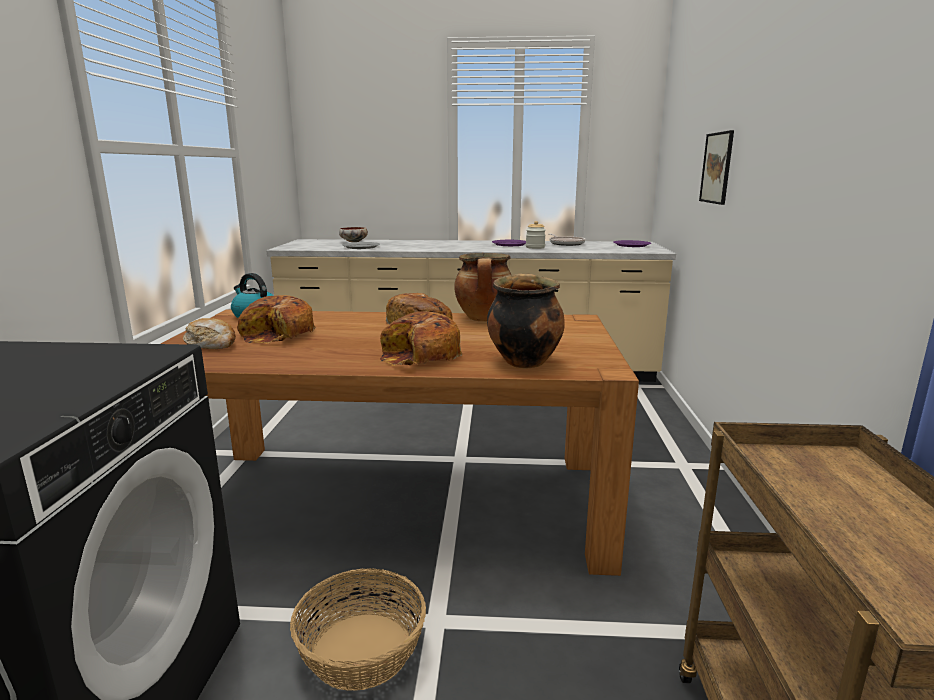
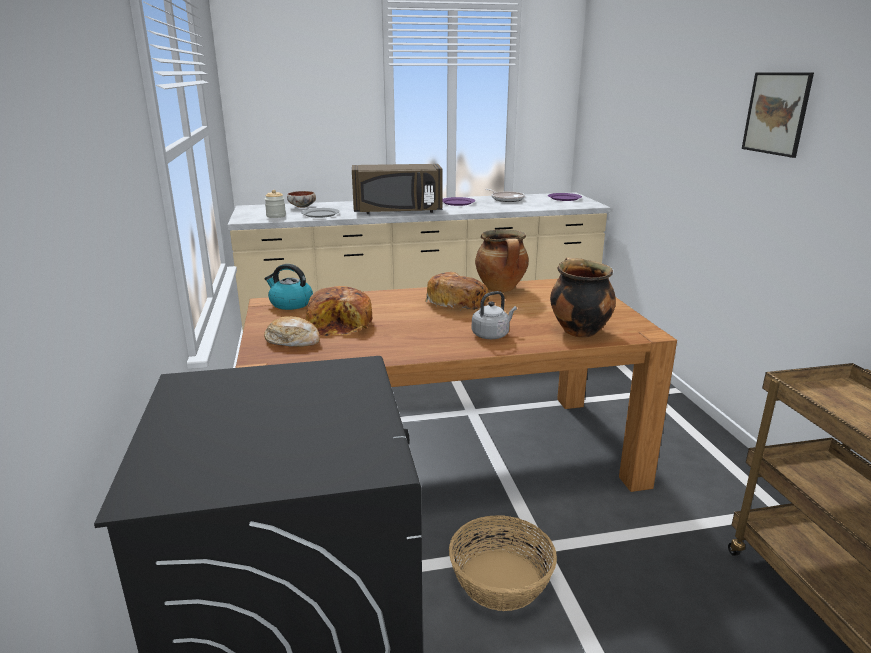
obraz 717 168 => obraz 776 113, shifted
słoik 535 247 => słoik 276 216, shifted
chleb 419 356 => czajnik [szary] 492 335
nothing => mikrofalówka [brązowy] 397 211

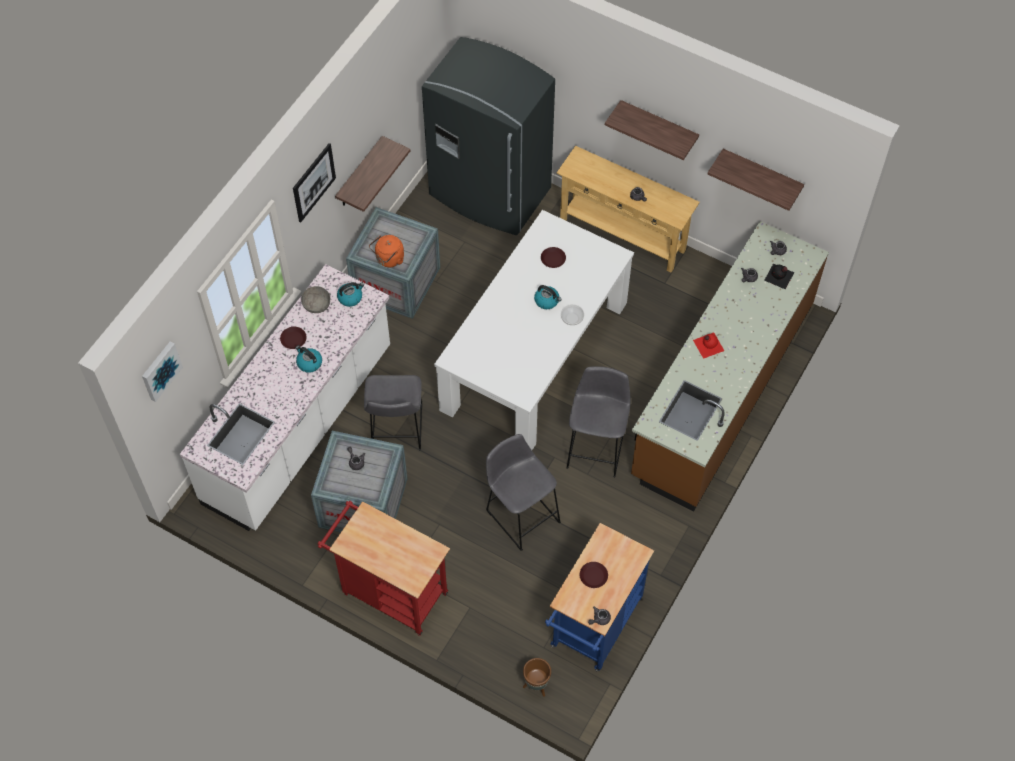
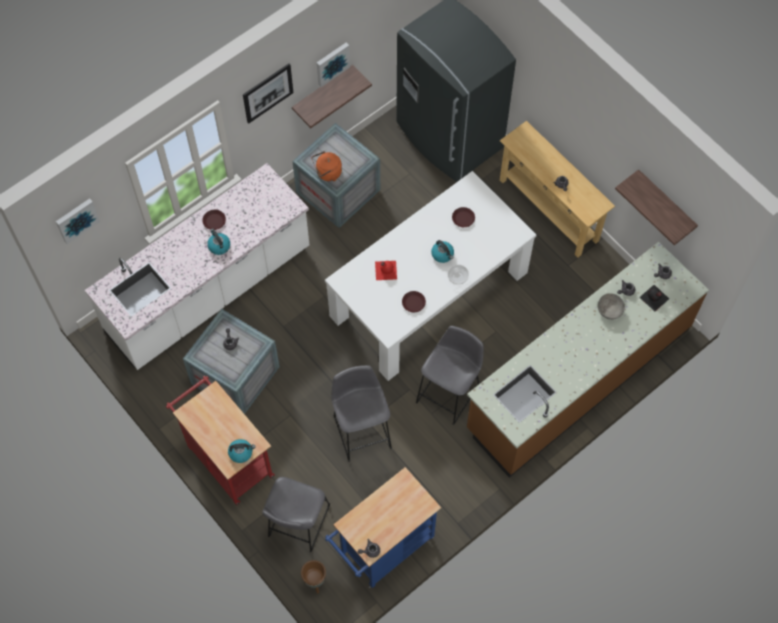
półka 658 126 => nothing
czajnik 350 297 => czajnik 241 452, shifted
miska [szary] 316 304 => miska [szary] 609 310, shifted
butelka [czerwony] 708 345 => butelka [czerwony] 385 270, shifted
stołek [szary] 396 430 => stołek [szary] 297 524, shifted
talerz [brązowy] 593 576 => talerz [brązowy] 413 302, shifted
nothing => obraz 332 63

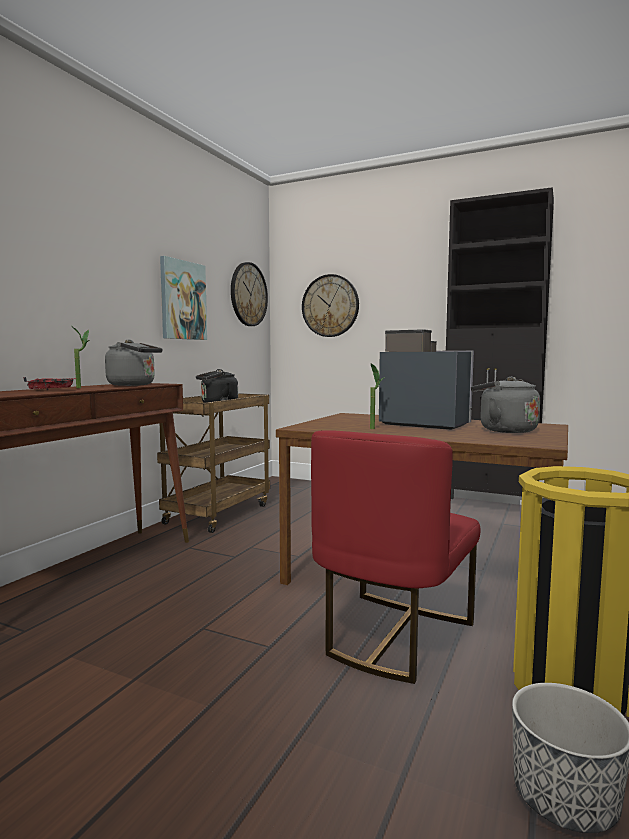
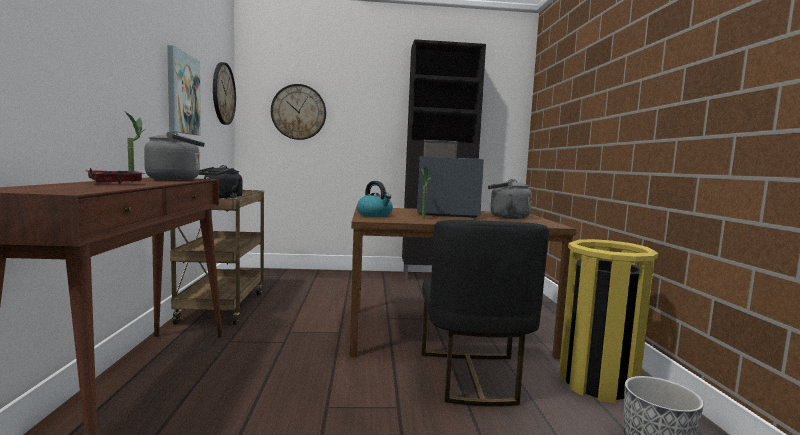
krzesło [czerwony] 392 636 => krzesło [czarny] 472 377
nothing => czajnik 375 215

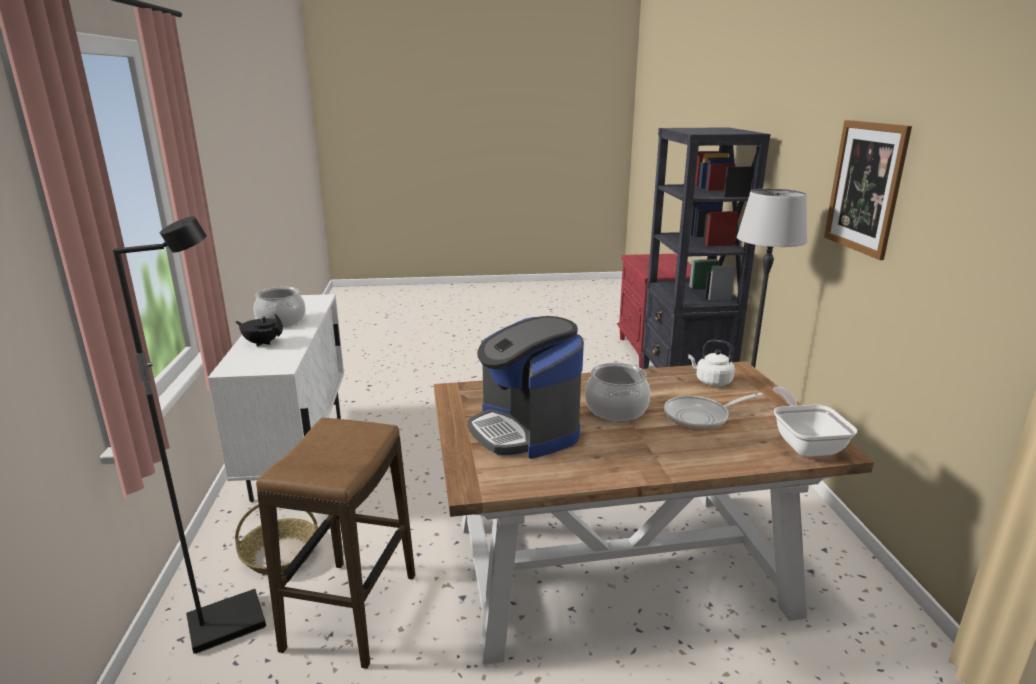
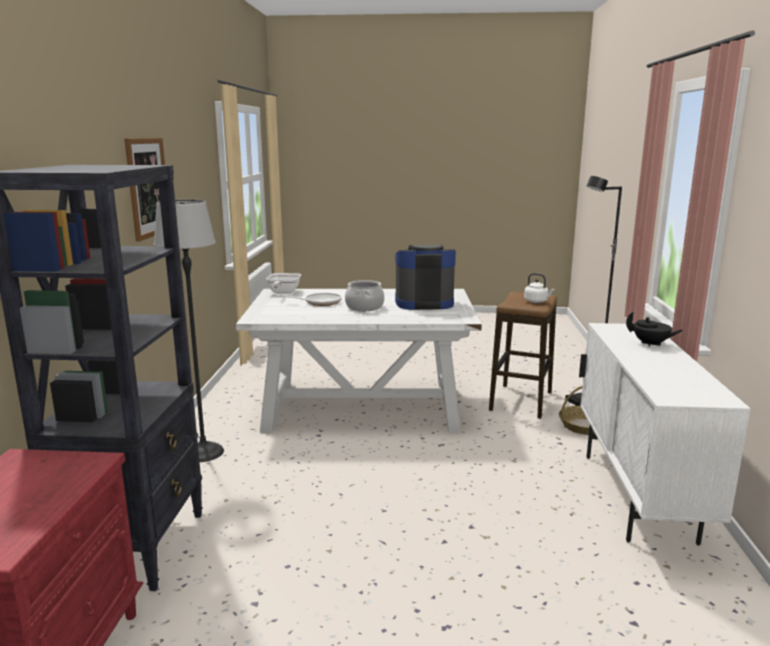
garnek 281 321 => nothing
ekspres do kawy 525 430 => ekspres do kawy 424 303, 75 degrees counterclockwise
czajnik [biały] 711 381 => czajnik [biały] 537 301, shifted
stół jadalny [brązowy] 619 565 => stół jadalny [biały] 361 405

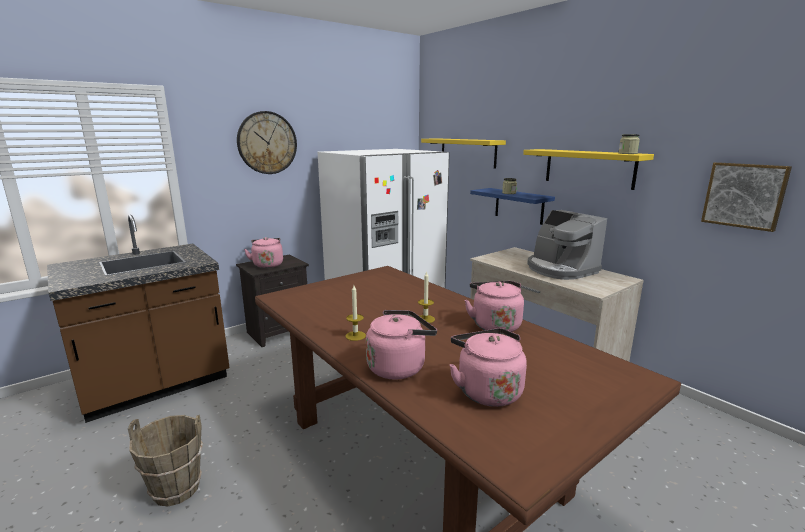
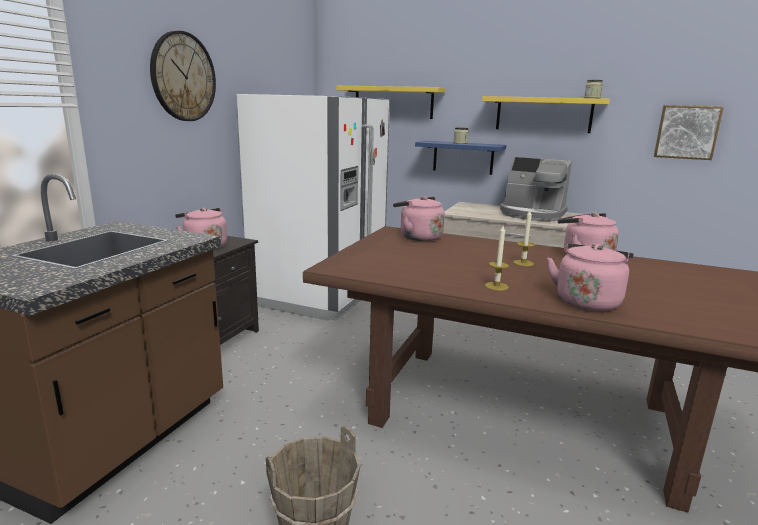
czajnik [różowy] 486 390 => czajnik [różowy] 418 237, shifted

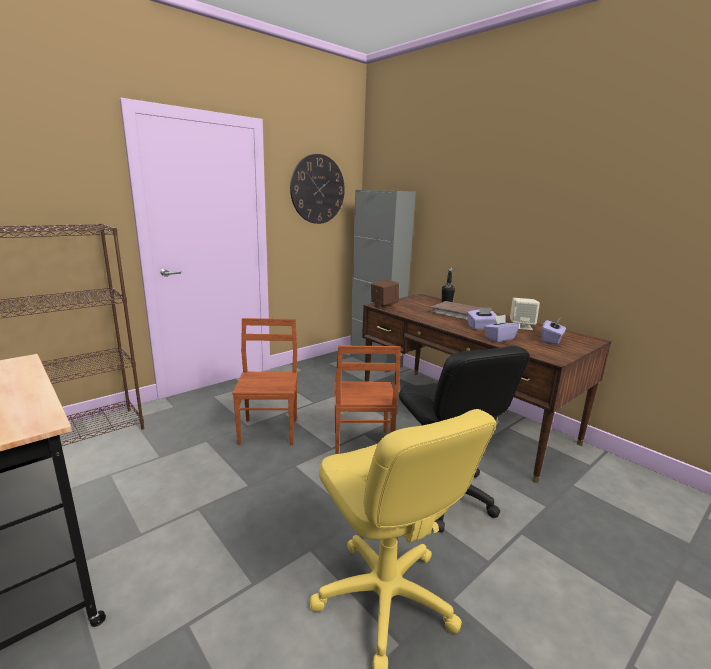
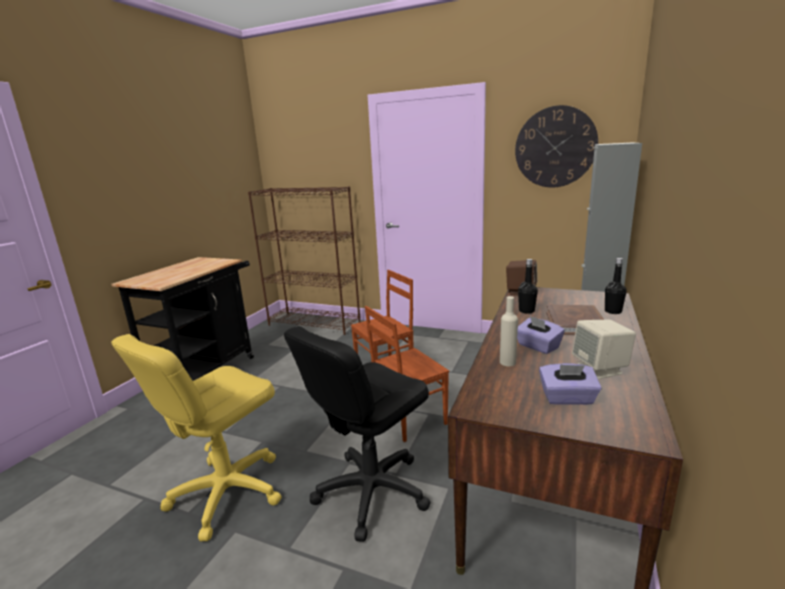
pudełko chusteczek [fioletowy] 499 338 => butelka [beżowy] 507 362
nothing => butelka [czarny] 526 311

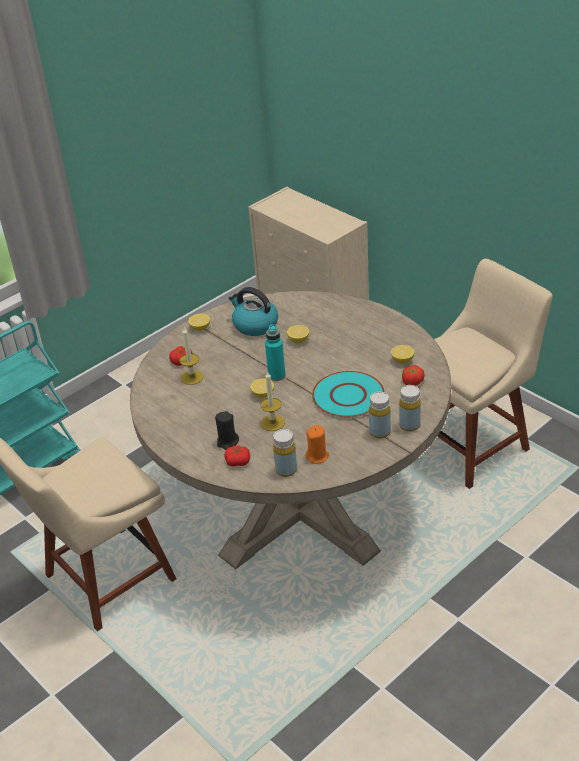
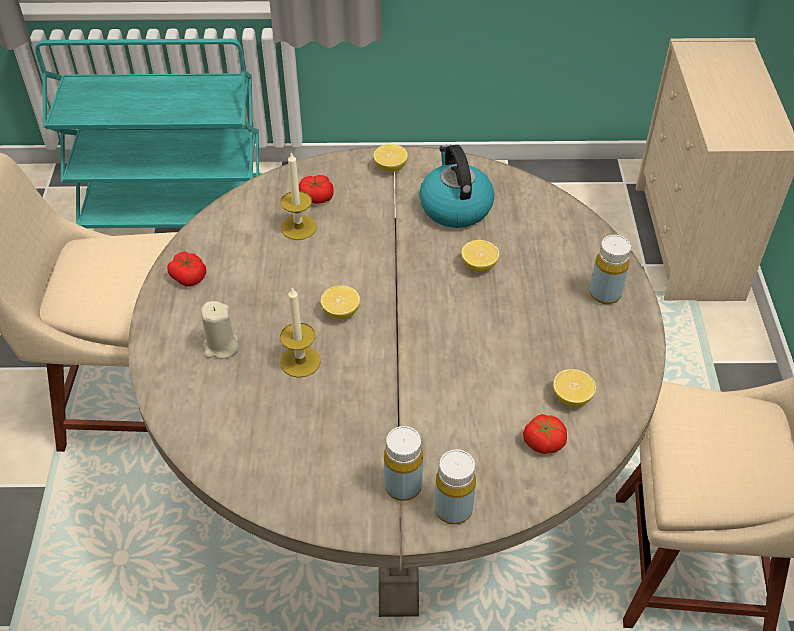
butelka [turkusowy] 276 375 => nothing
talerz [turkusowy] 348 396 => nothing
świeca [czarny] 227 442 => świeca [beżowy] 221 347
świeca [pomarańczowy] 317 456 => nothing
butelka [żółty] 286 470 => butelka [żółty] 605 294, shifted
pomidor 238 461 => pomidor 188 276, shifted

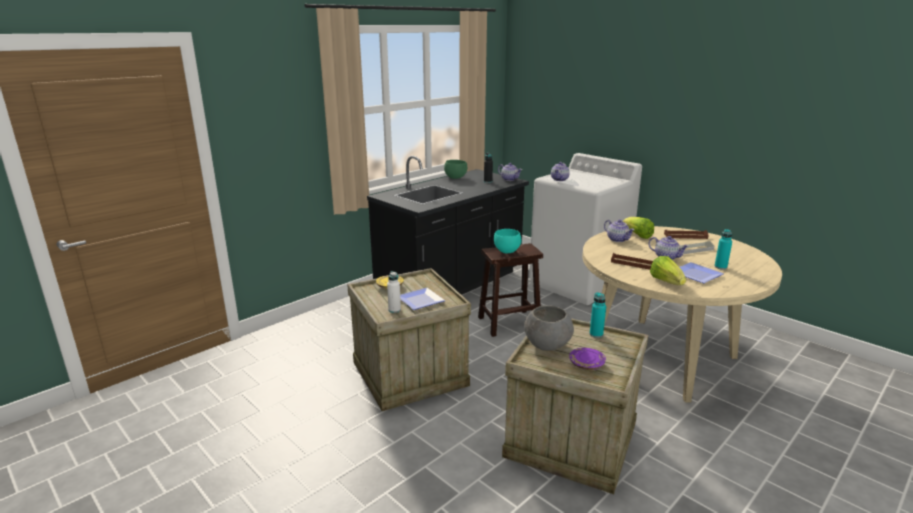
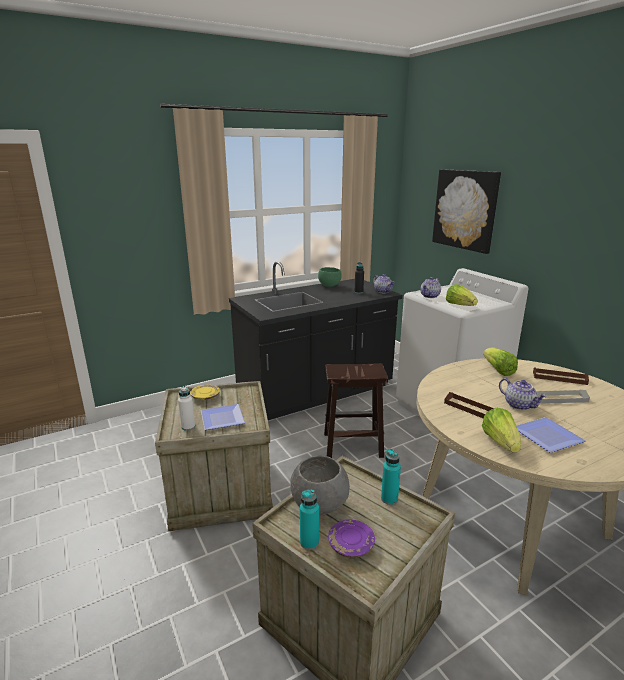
imbryk 618 239 => nothing
miska [turkusowy] 506 251 => nothing
butelka [turkusowy] 720 267 => butelka [turkusowy] 309 542, shifted
nothing => obraz 465 210
nothing => sałata 460 305

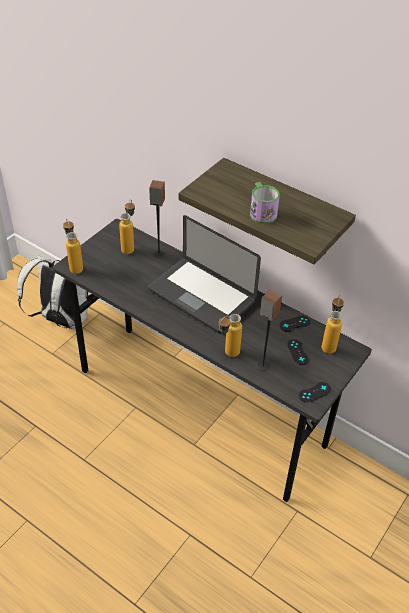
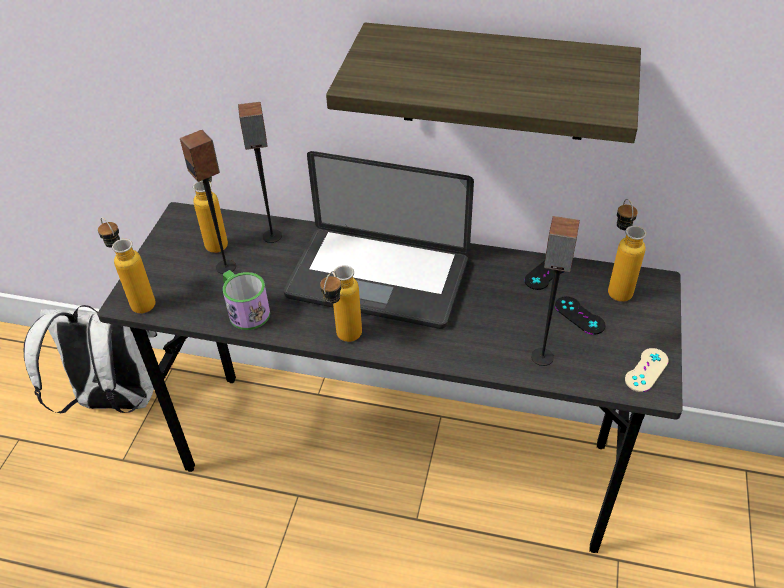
kubek 261 211 => kubek 245 310, shifted
butelka 227 355 => butelka 344 341, shifted
pad do gier [czarny] 314 392 => pad do gier [beżowy] 646 370
nothing => głośnik 226 267

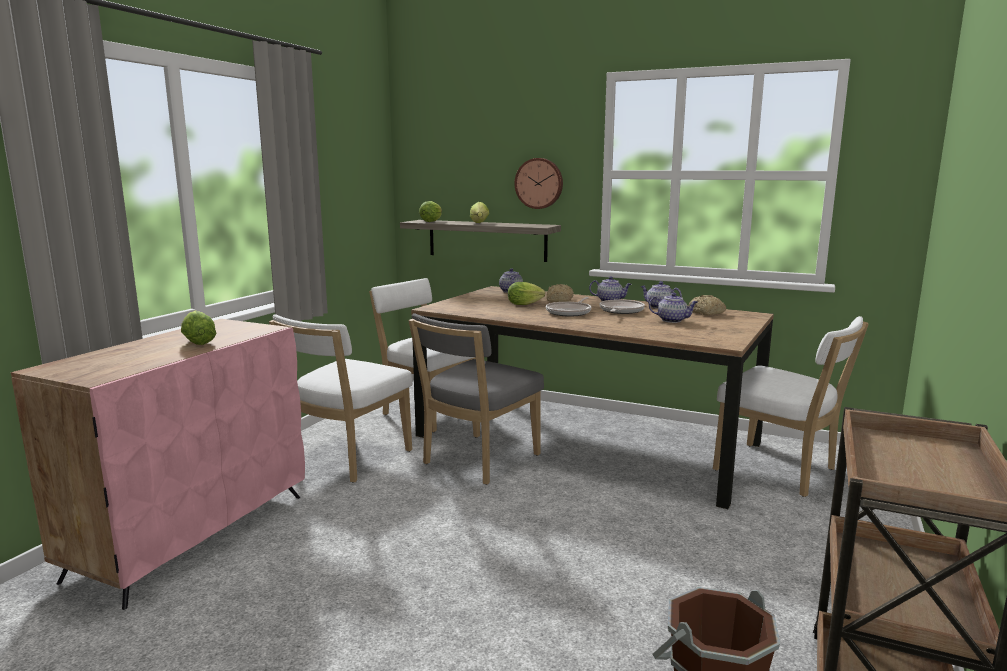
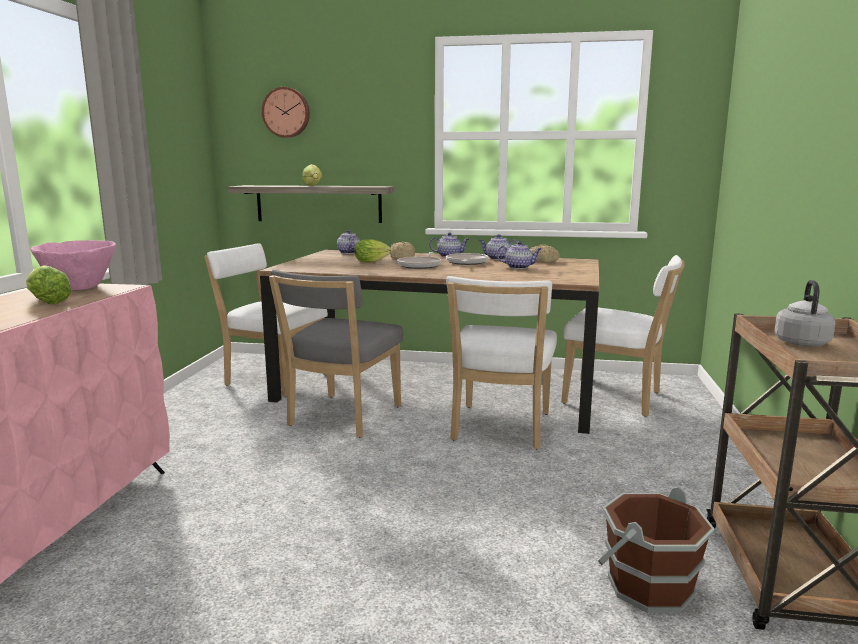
zegar ścienny 539 183 => zegar ścienny 286 112, shifted
sałata 432 221 => nothing
krzesło [biały] 348 460 => krzesło [biały] 499 429, shifted
nothing => miska [różowy] 79 287
nothing => czajnik [szary] 801 342

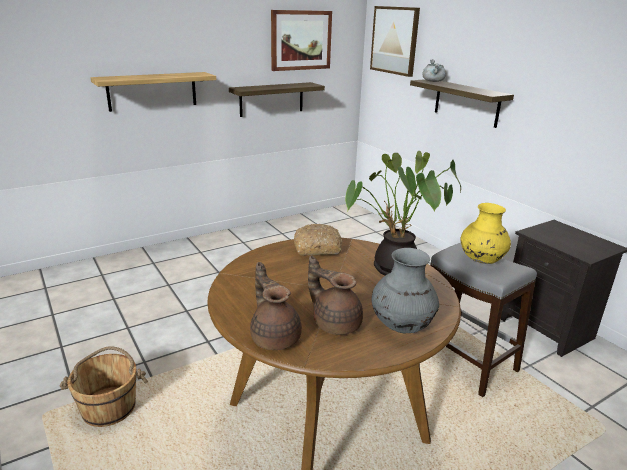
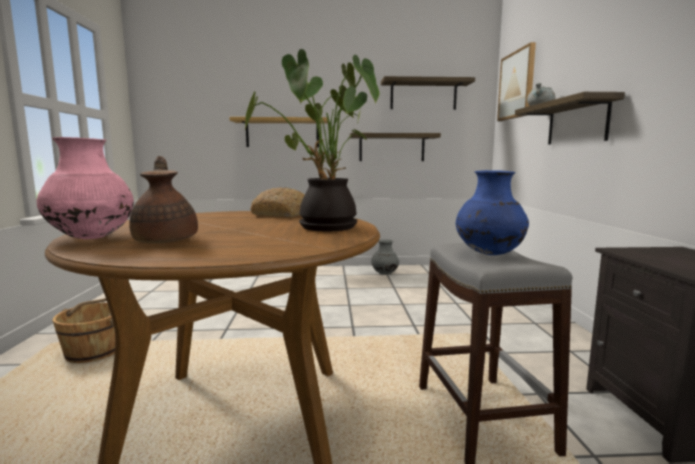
obraz 301 40 => półka 423 95
wazon [żółty] 481 260 => wazon [niebieski] 489 254
wazon [szary] 401 326 => wazon [szary] 384 273, shifted
imbryk [brązowy] 275 336 => wazon [różowy] 92 238

